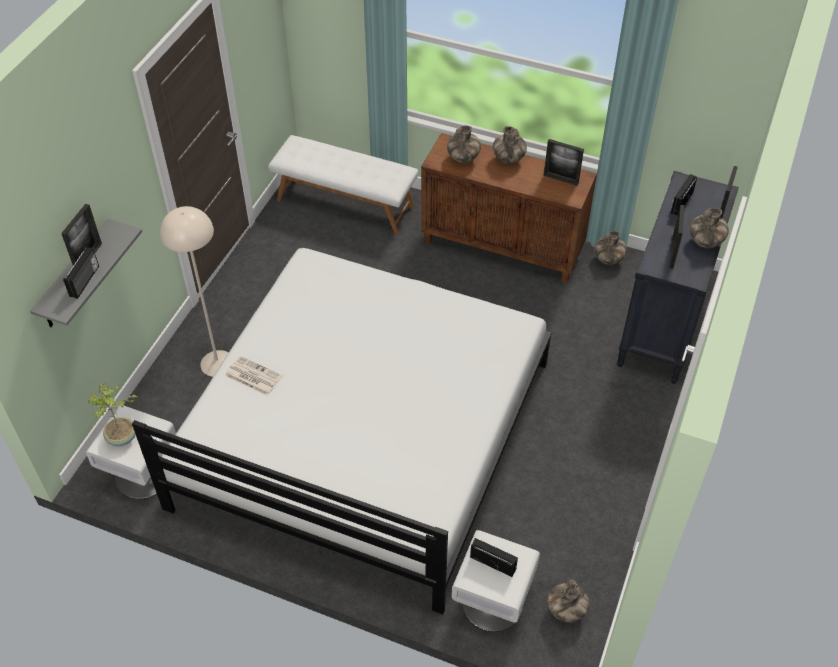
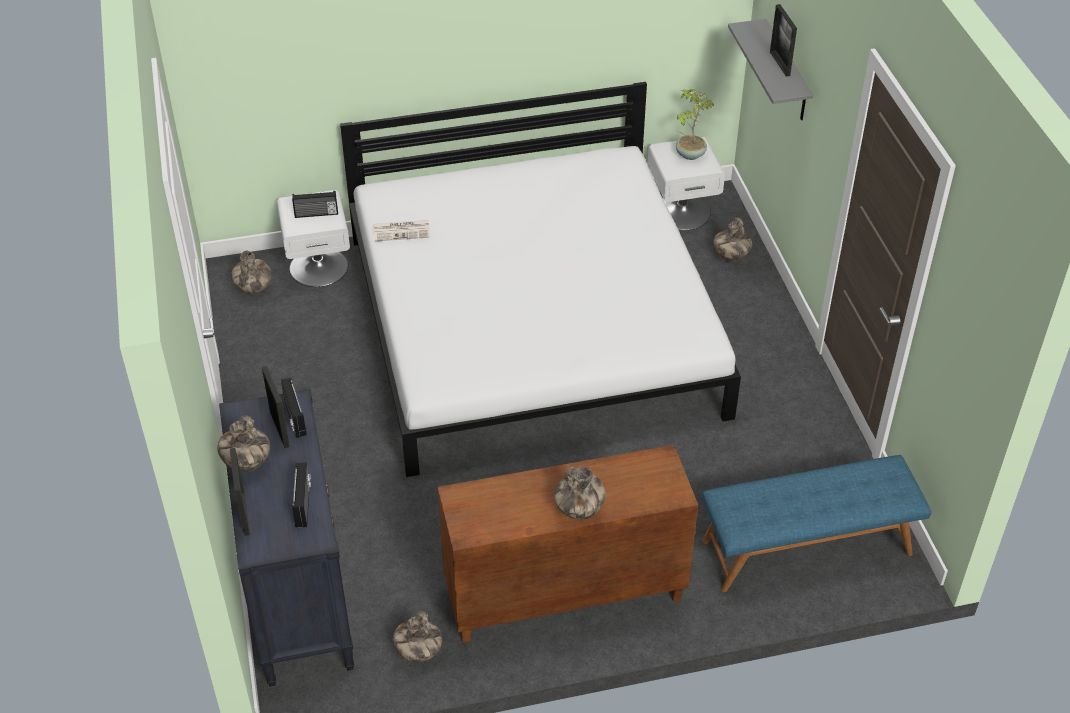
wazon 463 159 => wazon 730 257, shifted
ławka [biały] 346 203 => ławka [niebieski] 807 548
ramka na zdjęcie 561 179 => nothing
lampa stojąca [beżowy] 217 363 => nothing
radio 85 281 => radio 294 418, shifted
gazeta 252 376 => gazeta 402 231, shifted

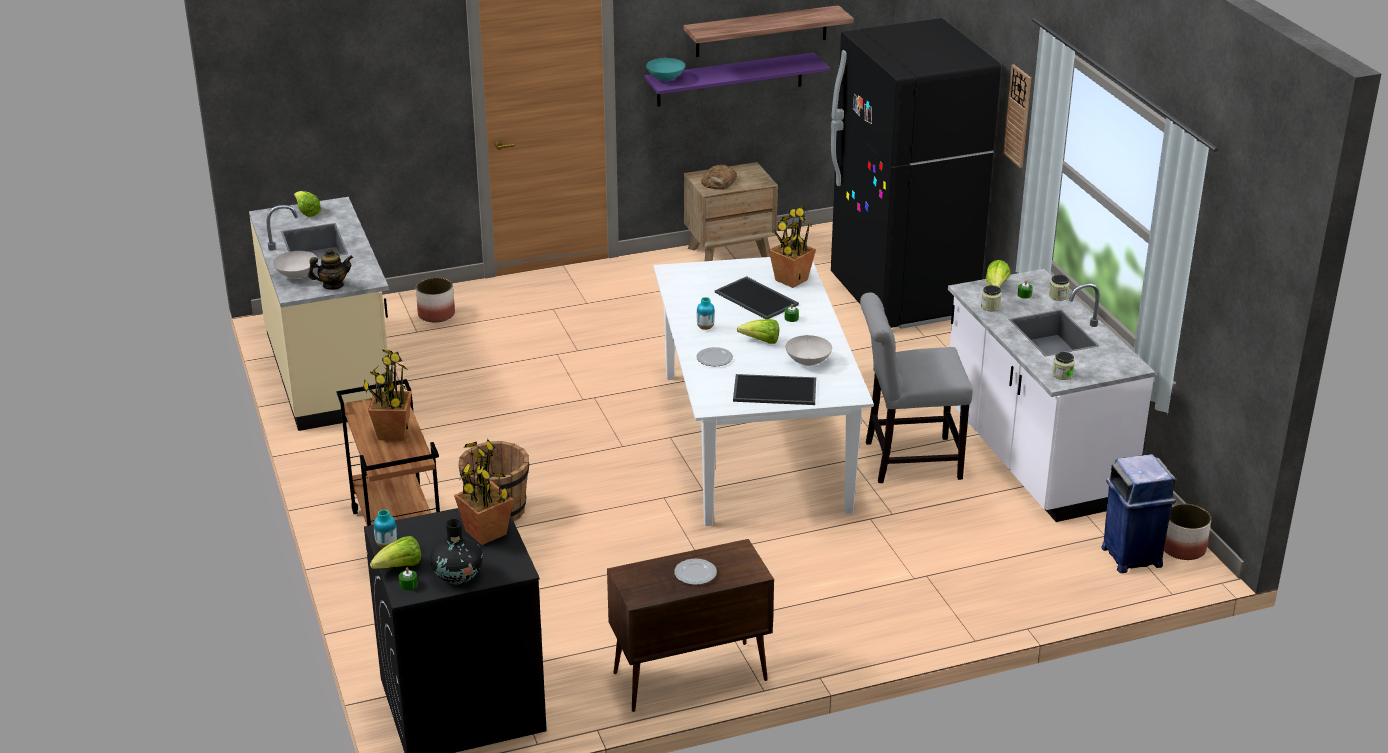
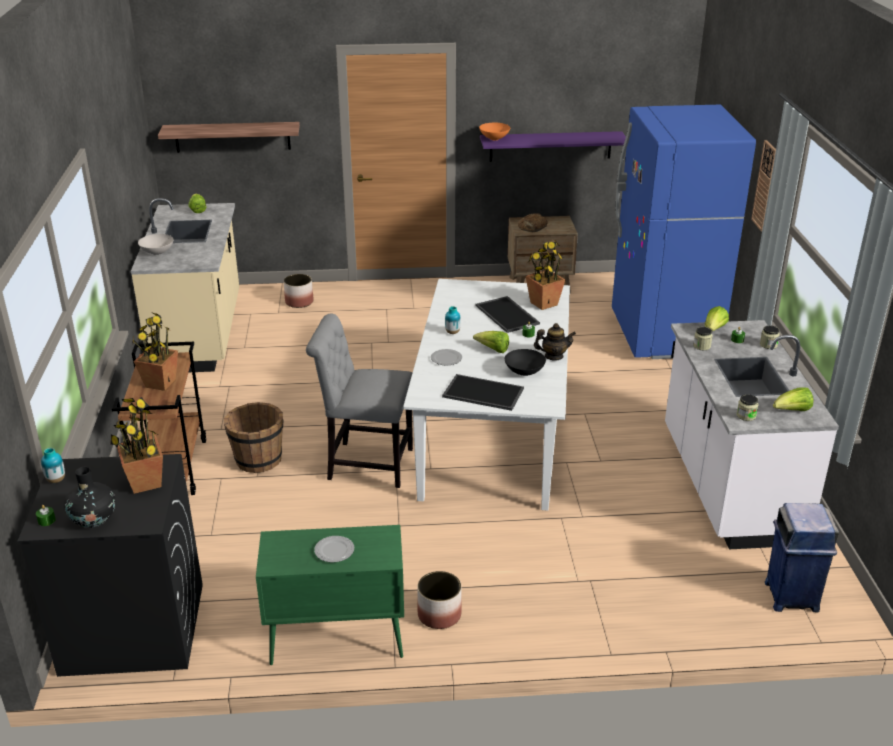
półka 761 31 => półka 232 137, shifted
lodówka [czarny] 903 297 => lodówka [niebieski] 664 335
miska [turkusowy] 666 79 => miska [pomarańczowy] 494 139
imbryk 333 285 => imbryk 553 356, shifted
krzesło [szary] 907 460 => krzesło [szary] 365 464, shifted
miska [biały] 808 361 => miska [czarny] 525 372
donica 1183 548 => donica 439 615, shifted
sałata 399 567 => sałata 792 411, shifted
szafka [brązowy] 688 677 => szafka [zielony] 335 640

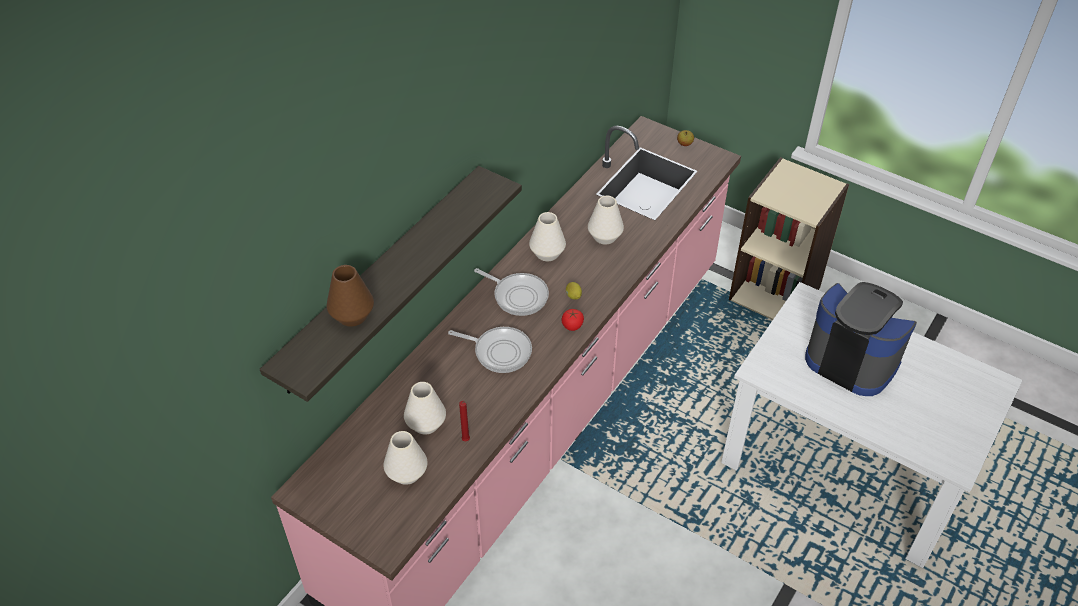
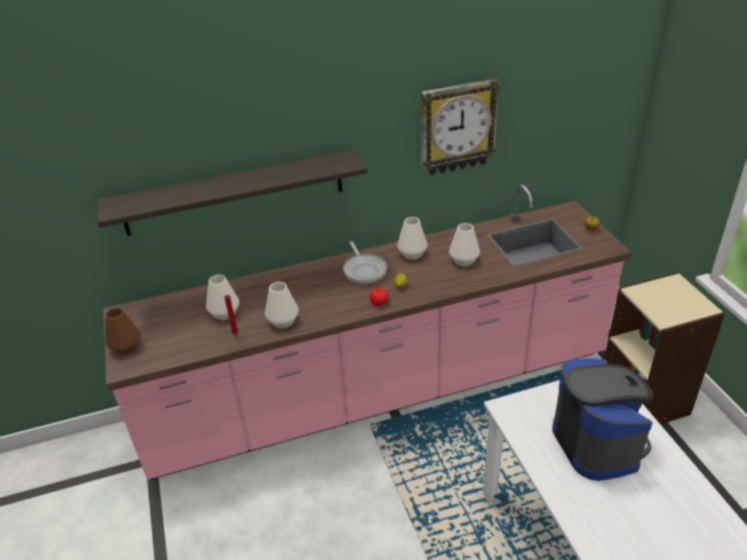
wazon [brązowy] 352 315 => wazon [brązowy] 126 347, shifted
patelnia 499 351 => nothing
wazon [biały] 407 473 => wazon [biały] 283 321, shifted
nothing => zegar ścienny 457 127

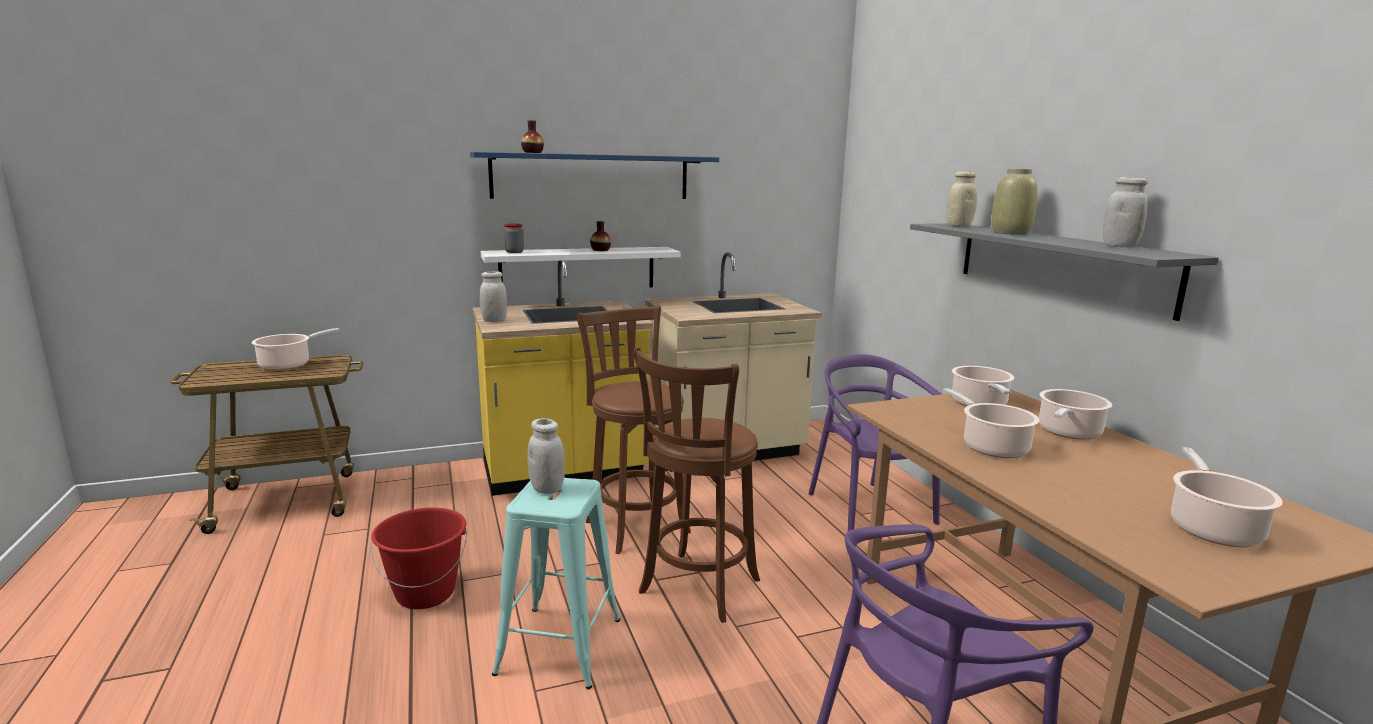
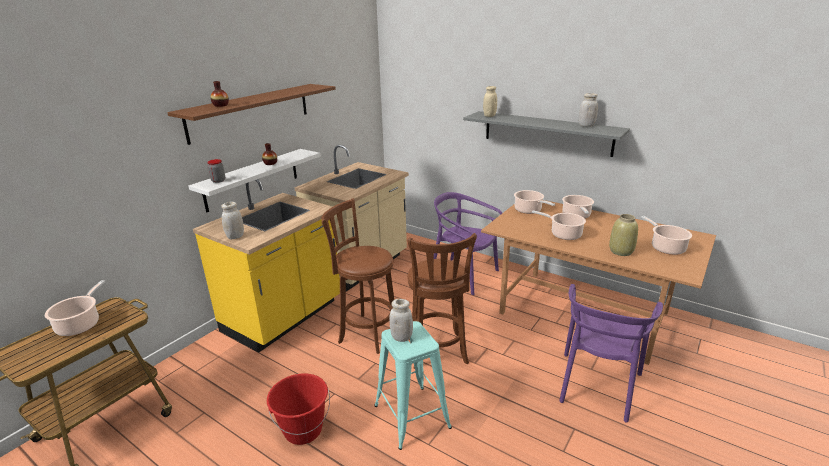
półka [niebieski] 591 176 => półka [brązowy] 250 112
wazon [beżowy] 1010 233 => wazon [beżowy] 620 251, shifted

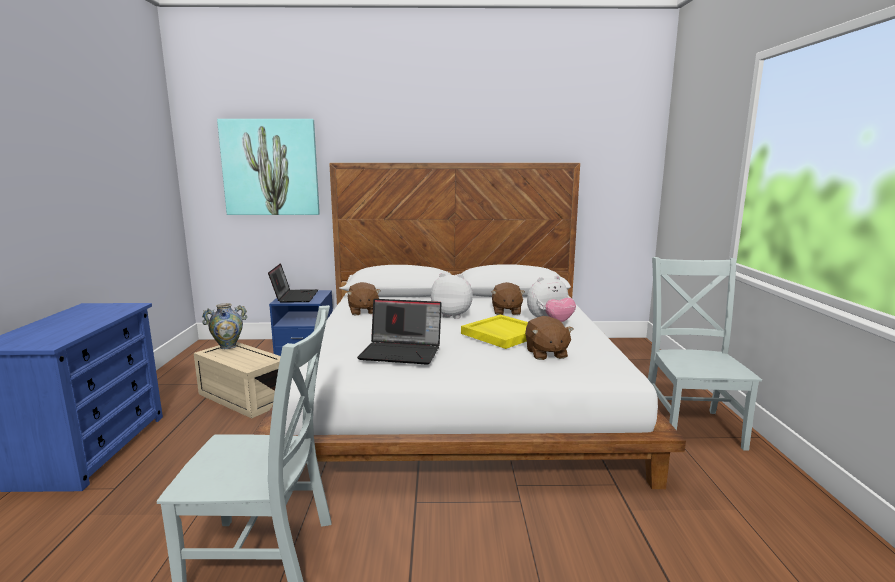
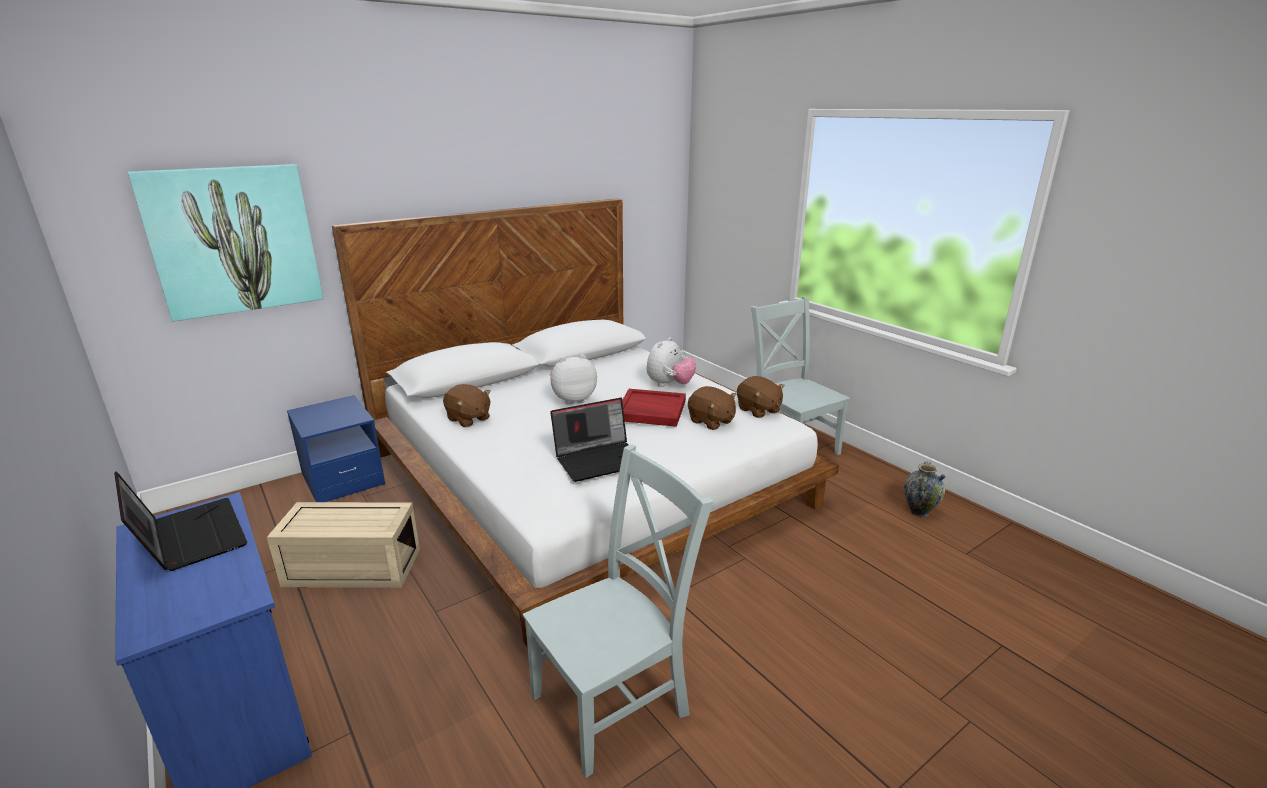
laptop 295 296 => laptop 188 537, shifted
pluszak [brązowy] 506 311 => pluszak [brązowy] 758 410, shifted
wazon 228 346 => wazon 919 512, shifted
taca [żółty] 501 334 => taca [czerwony] 650 410

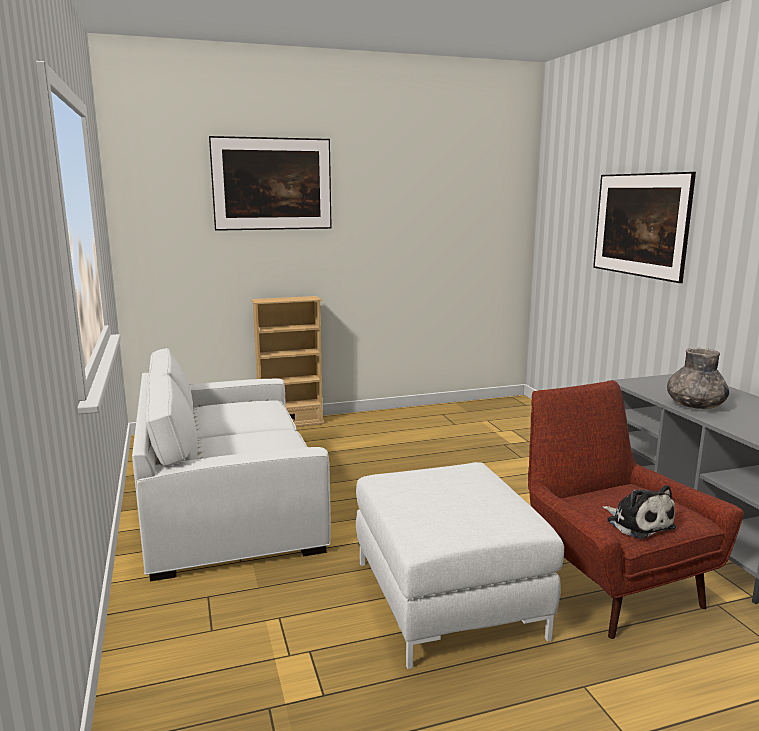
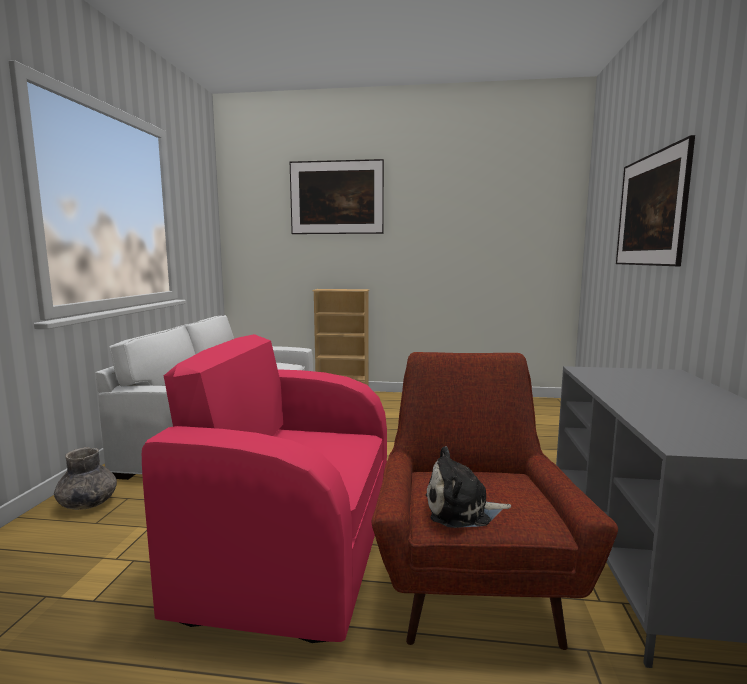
wazon [szary] 695 406 => wazon [szary] 87 503, shifted
pufa [biały] 446 598 => fotel [różowy] 293 550
pluszak 637 523 => pluszak 462 510, 90 degrees clockwise

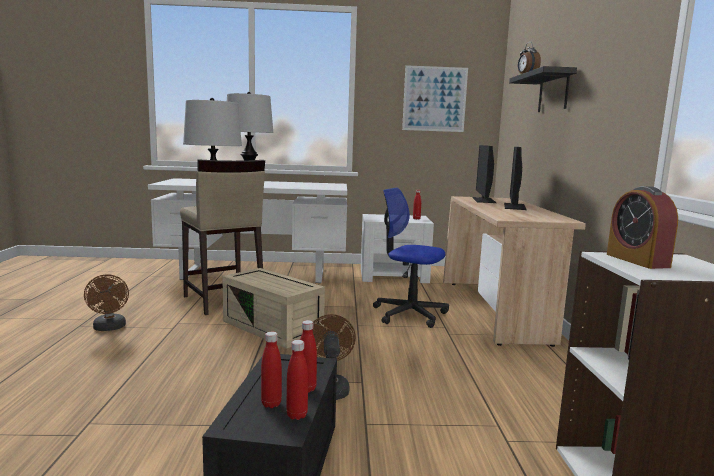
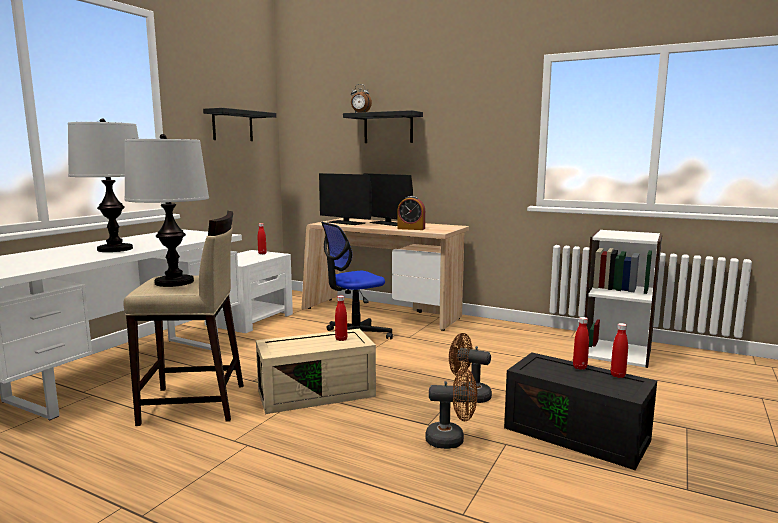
obraz 434 99 => półka [czarny] 232 126
budzik 637 260 => budzik 411 228, shifted
wentylator [brązowy] 109 328 => wentylator [brązowy] 451 440, shifted
butelka [czerwony] 271 404 => butelka [czerwony] 341 339, shifted

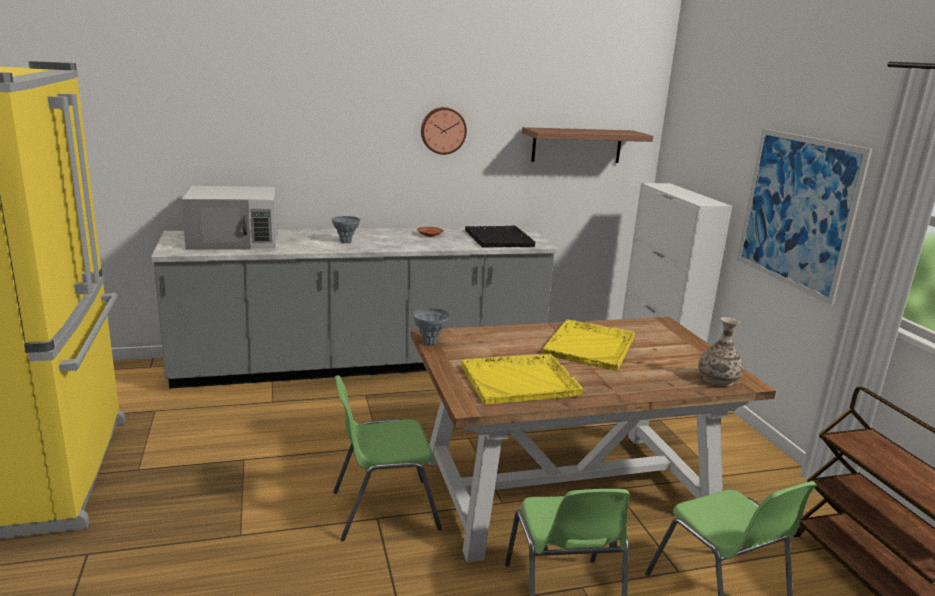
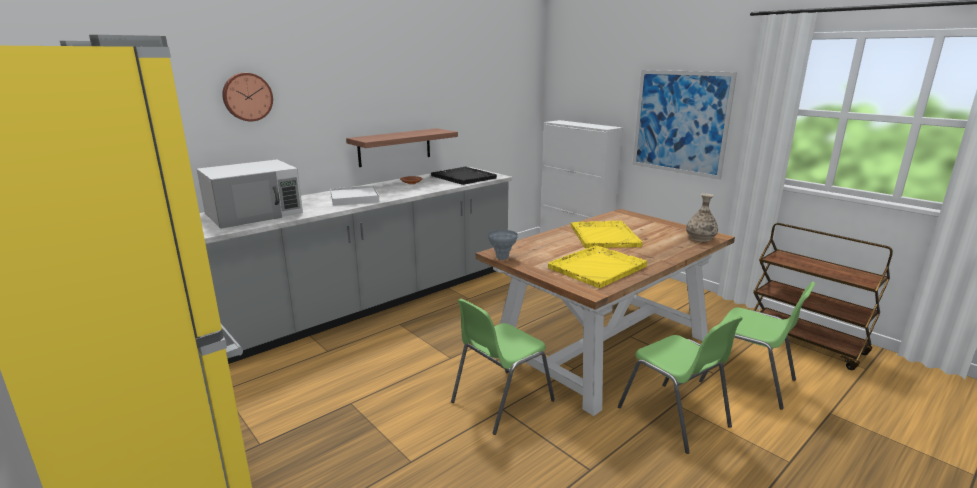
zegar ścienny 443 130 => zegar ścienny 247 97, shifted
półka 577 145 => półka 395 147, shifted
wazon [szary] 346 242 => taca [biały] 354 198

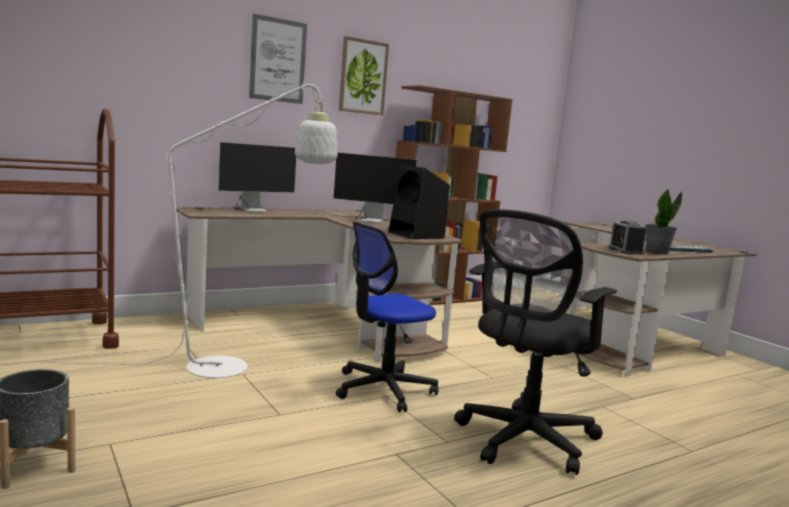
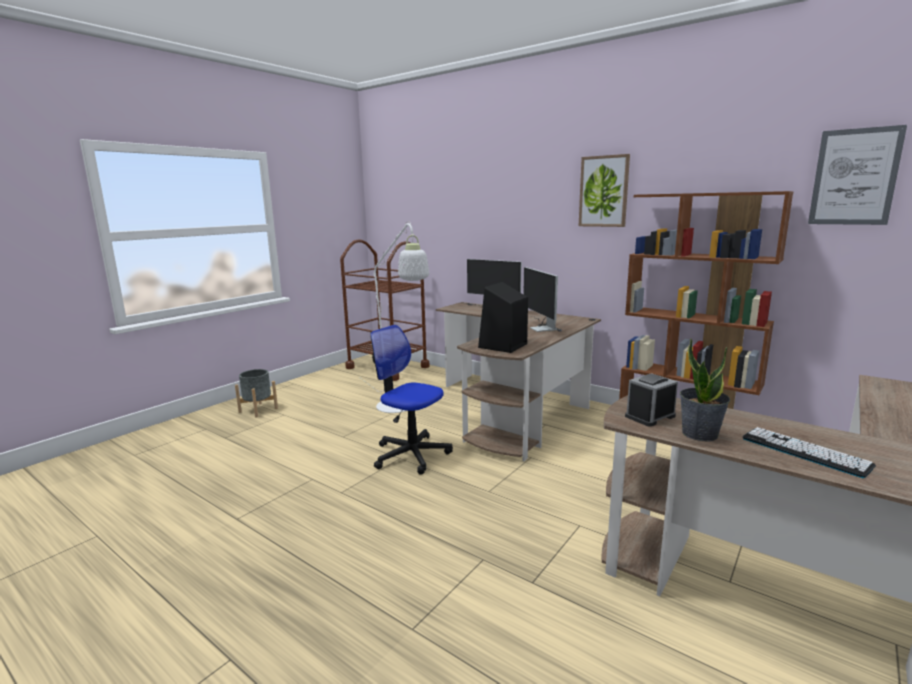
obraz 278 60 => obraz 854 177, shifted
krzesło biurowe [czarny] 522 441 => nothing

